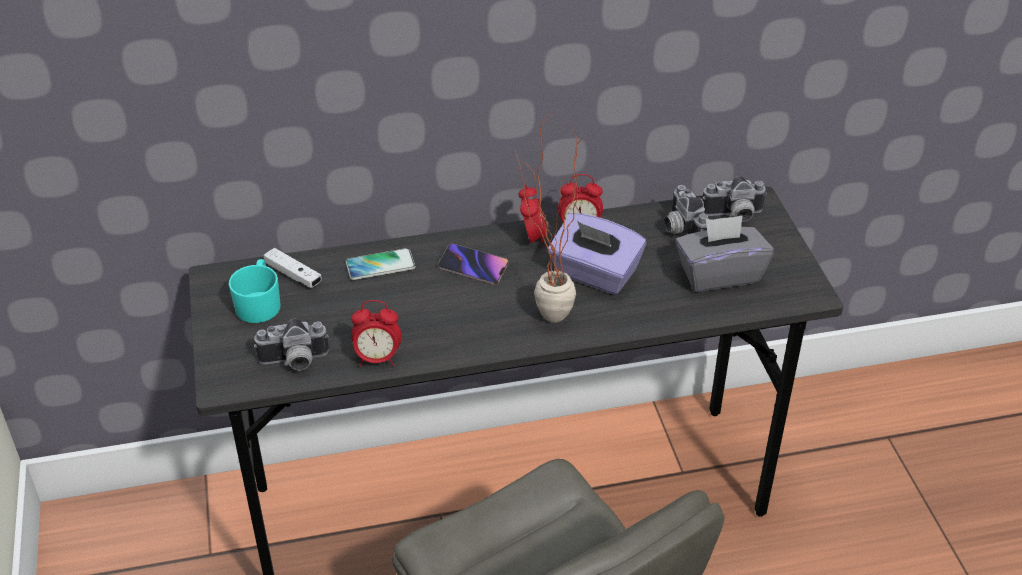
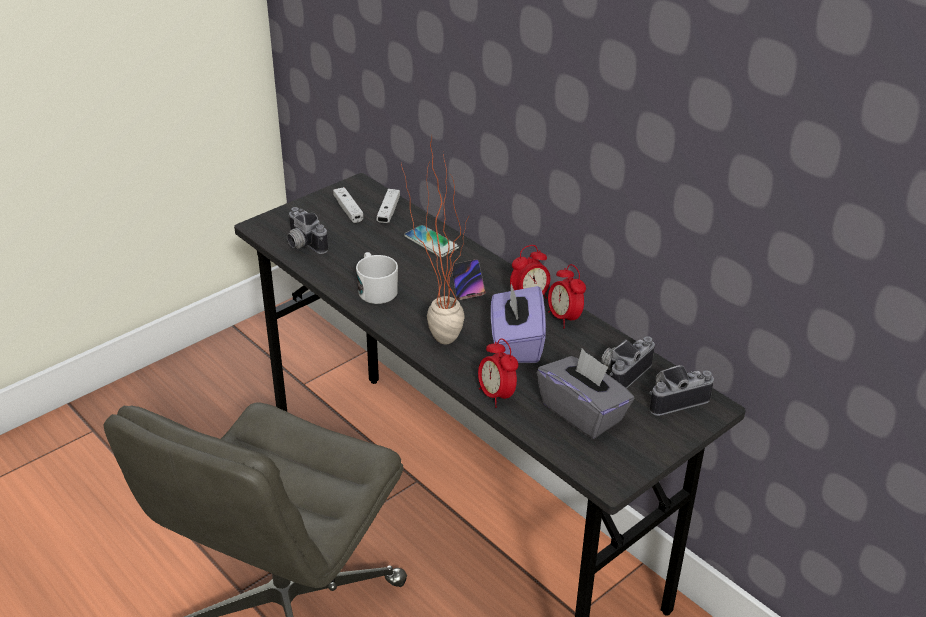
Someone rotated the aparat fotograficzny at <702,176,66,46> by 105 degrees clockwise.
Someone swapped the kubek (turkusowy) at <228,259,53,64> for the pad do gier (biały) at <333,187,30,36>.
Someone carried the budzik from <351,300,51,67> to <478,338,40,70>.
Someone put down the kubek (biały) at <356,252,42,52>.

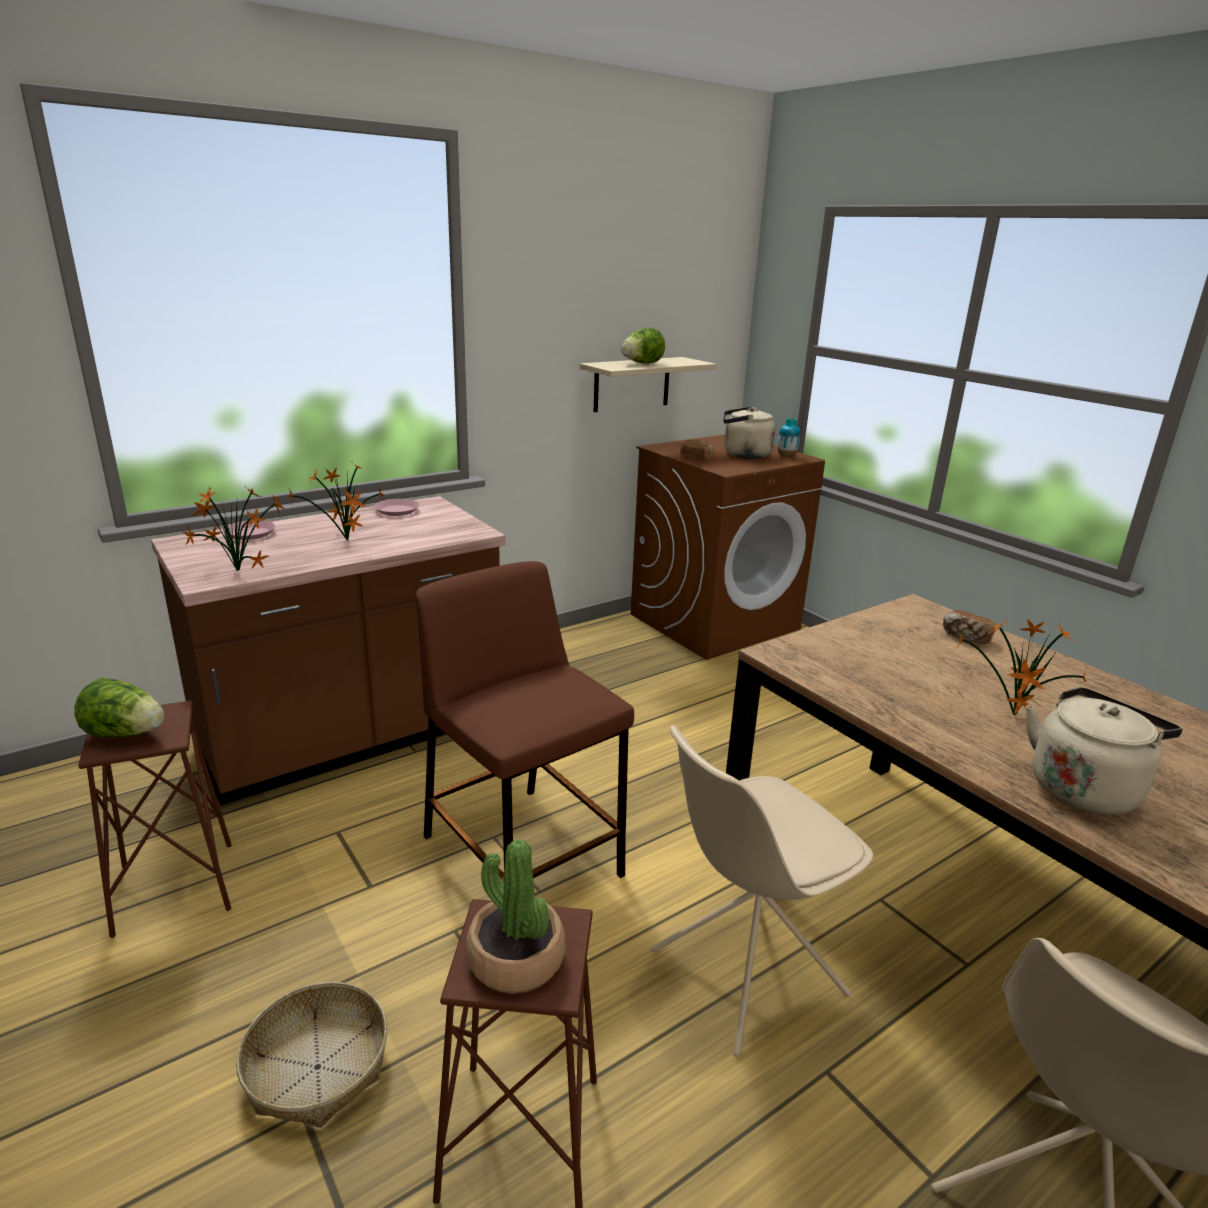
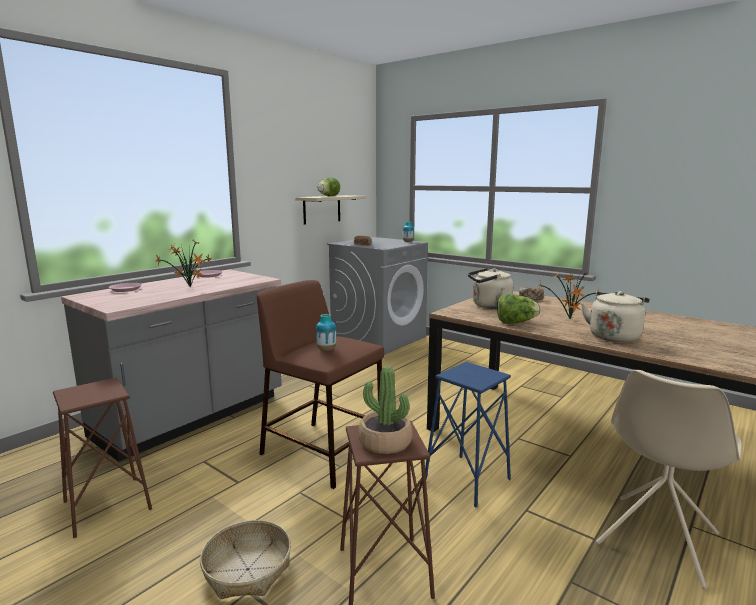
Someone carried the czajnik (beżowy) from <723,407,52,52> to <468,268,45,41>.
Someone repainted the pralka (brązowy) at <631,435,194,225>, which became the pralka (szary) at <327,237,101,118>.
Someone took away the roślina doniczkowa at <183,486,102,86>.
Someone repainted the zabudowa kuchenna (brązowy) at <151,496,355,310>, which became the zabudowa kuchenna (szary) at <61,269,221,193>.
Someone carried the sałata from <74,678,90,60> to <497,294,44,30>.
Someone swapped the krzesło (beżowy) at <651,725,222,332> for the stołek (niebieski) at <425,362,86,145>.
Someone put down the wazon at <316,314,20,37>.

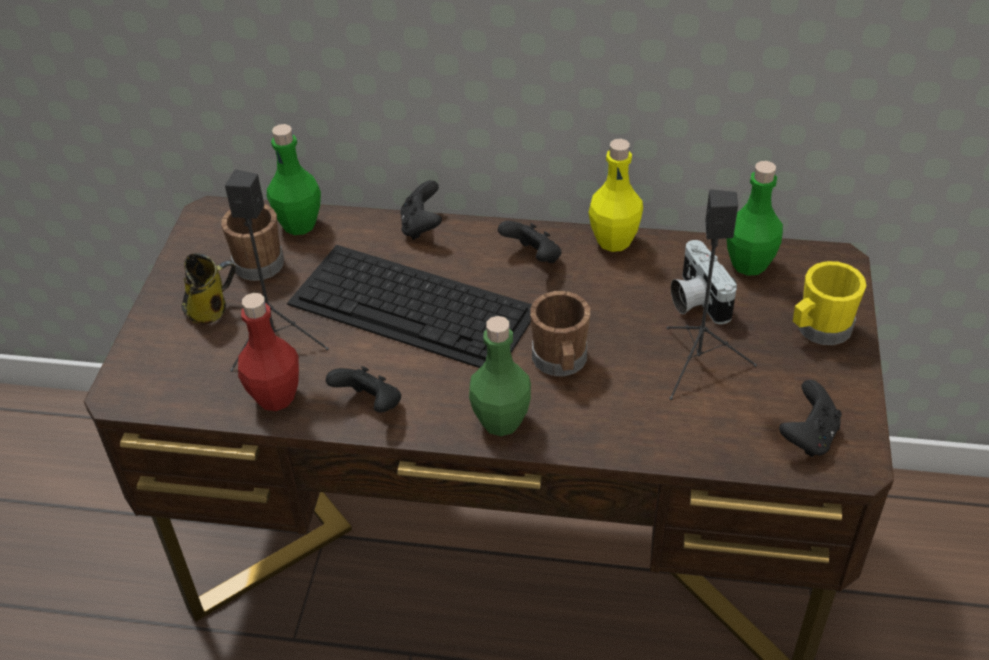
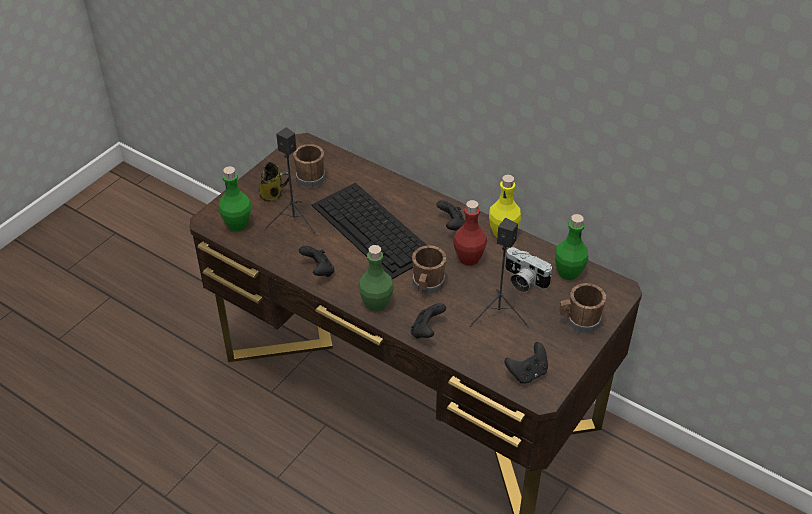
Someone carried the butelka (zielony) from <267,124,54,111> to <218,166,33,65>.
Someone carried the pad do gier (czarny) from <400,180,42,60> to <411,303,35,36>.
Someone rotated the aparat fotograficzny at <671,240,66,84> by 60 degrees counterclockwise.
Someone repainted the kubek (żółty) at <793,261,73,84>, which became the kubek (brązowy) at <560,283,46,51>.
Someone carried the butelka (czerwony) from <238,293,61,118> to <453,200,34,66>.

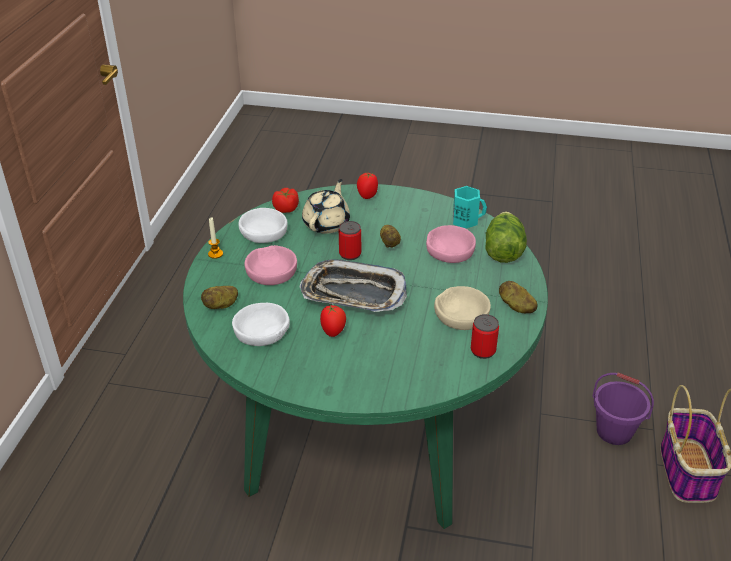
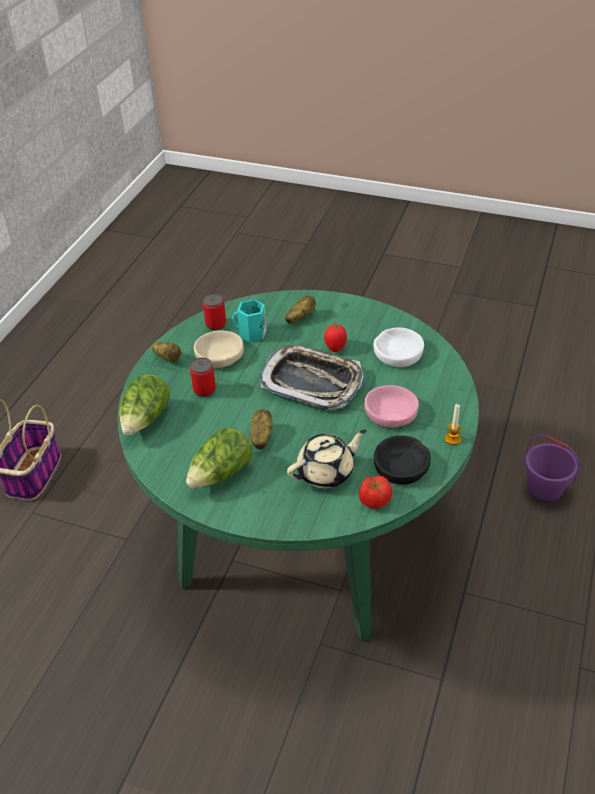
Someone took away the pomidor at <357,173,21,26>.
Someone rotated the imbryk (beżowy) at <302,179,48,55> by 150 degrees counterclockwise.
Someone carried the kubek (turkusowy) from <453,186,34,43> to <232,299,34,43>.
Someone repainted the miska (biały) at <238,208,50,35>, which became the miska (czarny) at <374,435,57,49>.
Someone carried the puszka from <339,221,22,39> to <190,357,26,40>.
Someone took away the miska (różowy) at <426,225,50,38>.
Someone carried the ziemniak from <201,286,37,23> to <285,296,31,28>.
Someone carried the wiadro (fioletowy) from <592,373,62,72> to <525,435,55,68>.
Someone put down the sałata at <186,428,66,60>.

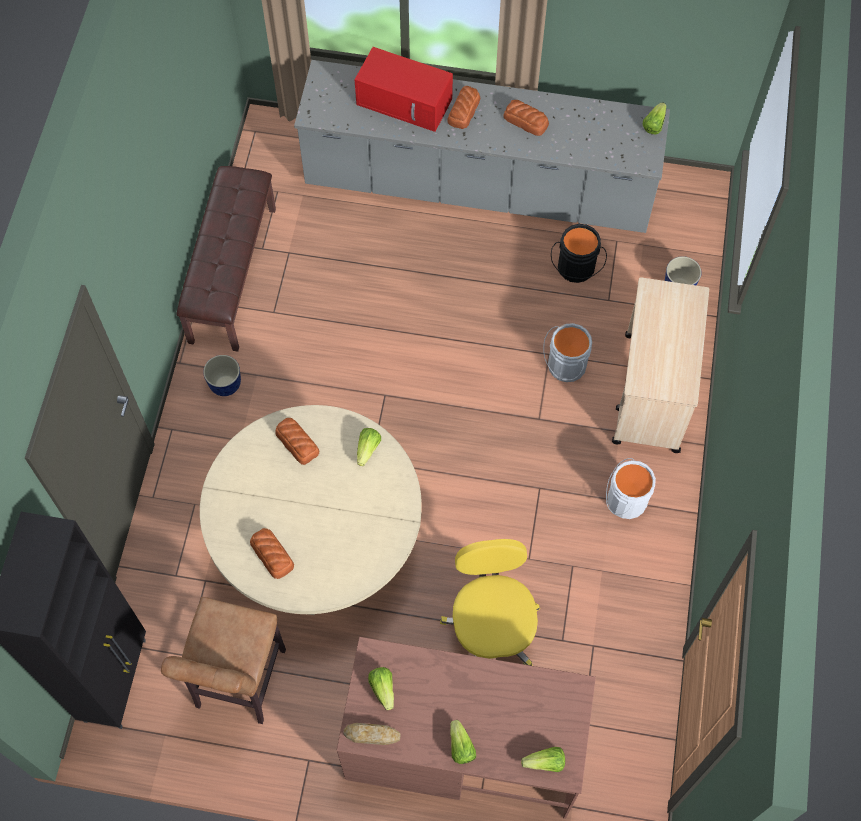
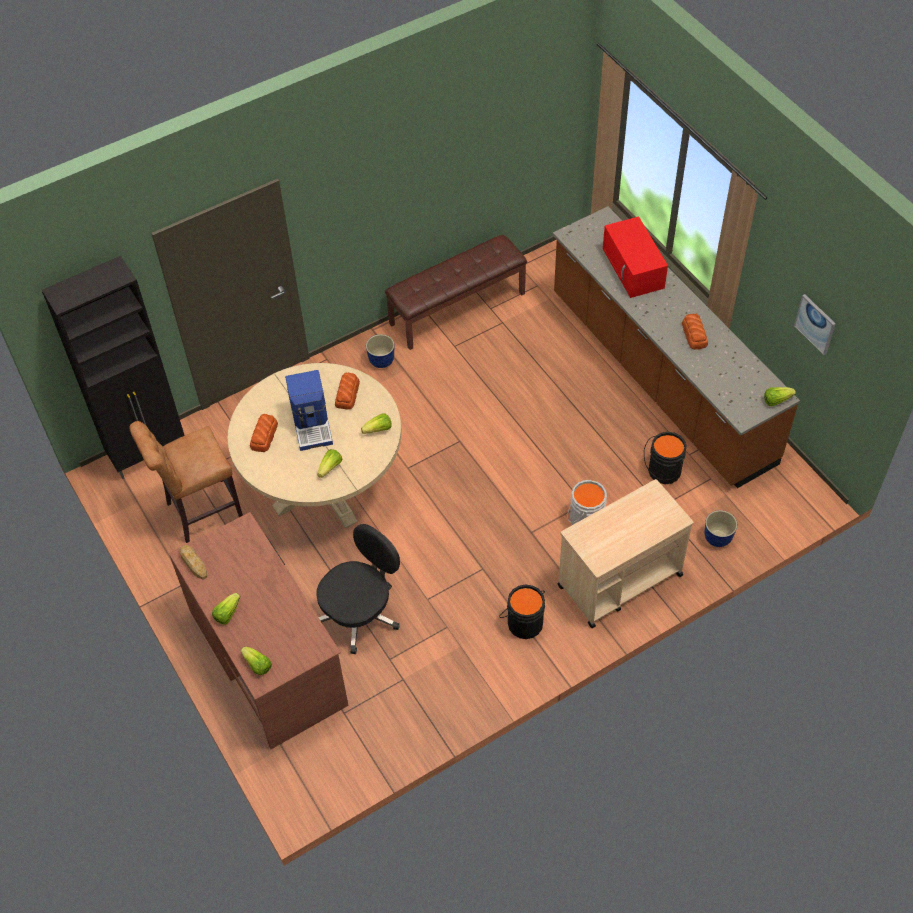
Someone repainted the zabudowa kuchenna (szary) at <294,60,376,173>, which became the zabudowa kuchenna (brązowy) at <553,206,247,282>.
Someone took away the chleb at <447,86,34,43>.
Someone repainted the wiadro (biały) at <606,458,50,61>, which became the wiadro (czarny) at <499,584,46,55>.
Someone repainted the krzesło biurowe (żółty) at <440,539,100,127>, which became the krzesło biurowe (czarny) at <316,524,84,130>.
Someone carried the sałata from <368,667,26,43> to <317,449,25,29>.
Someone put up the obraz at <794,294,42,61>.
Someone put down the ekspres do kawy at <285,370,48,81>.

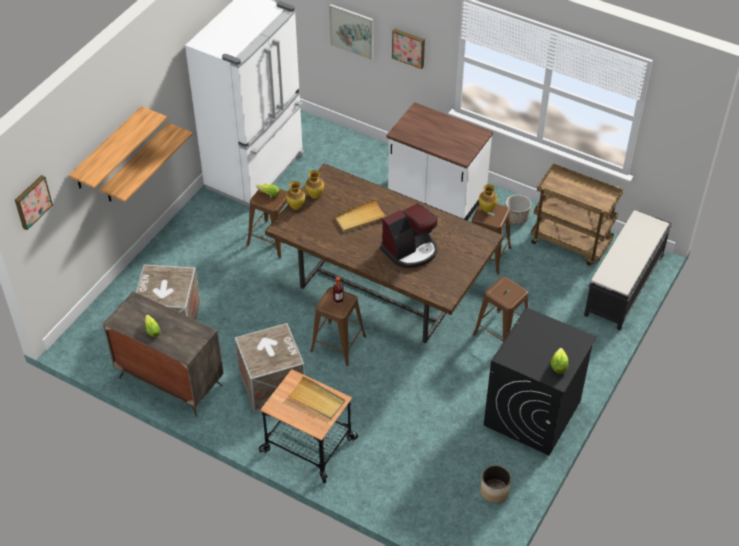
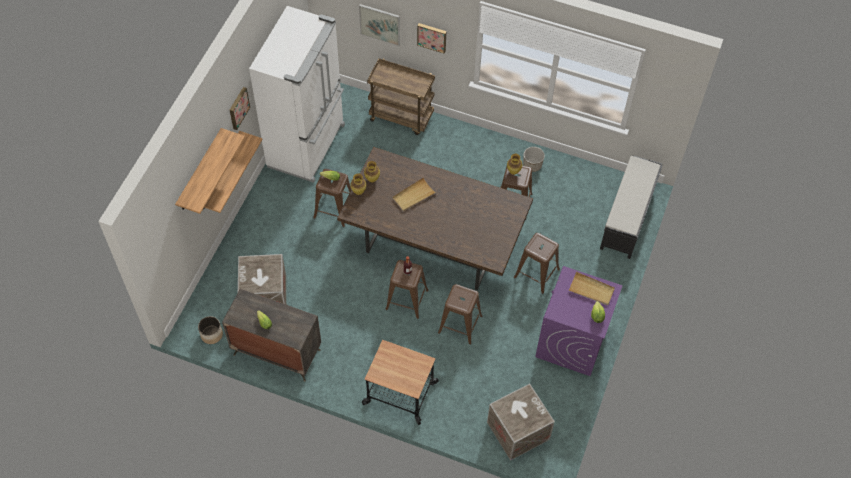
Someone took away the zabudowa kuchenna (biały) at <386,102,107,118>.
Someone carried the wózek (brązowy) from <531,163,92,103> to <367,58,68,77>.
Someone carried the obraz from <15,175,38,55> to <230,87,20,43>.
Someone took away the ekspres do kawy at <380,203,58,65>.
Someone repainted the pralka (czarny) at <484,307,113,149>, which became the pralka (fioletowy) at <535,266,88,110>.
Someone carried the skrzynka from <235,323,70,89> to <487,384,68,77>.
Someone carried the taca (beżowy) from <286,376,59,43> to <568,272,47,33>.
Someone carried the donica from <480,465,31,38> to <198,316,25,28>.
Someone put down the stołek (brązowy) at <438,284,44,61>.

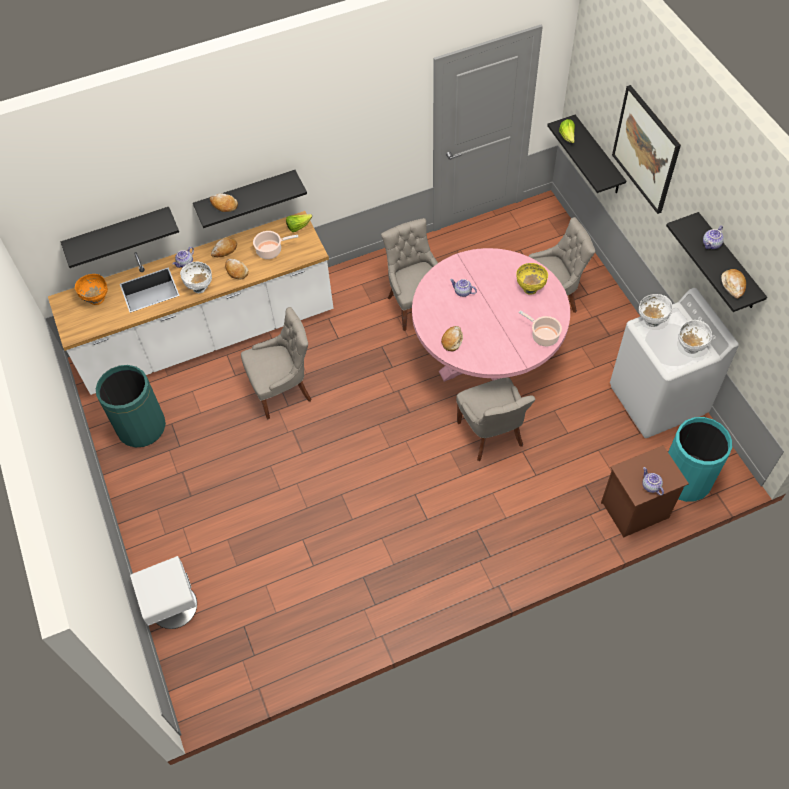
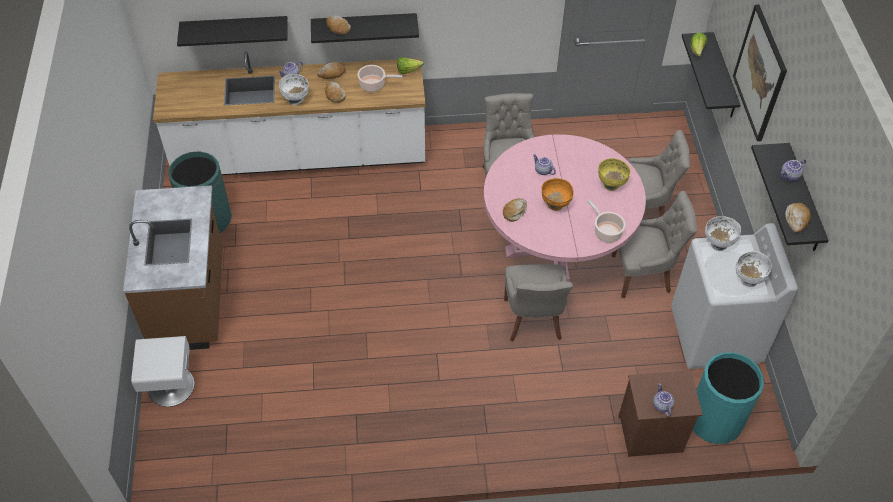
Someone carried the miska (pomarańczowy) from <75,274,33,31> to <542,178,31,33>.
Someone carried the krzesło (szary) from <241,307,71,113> to <612,191,85,107>.
Someone put down the zabudowa kuchenna (brązowy) at <123,186,100,164>.

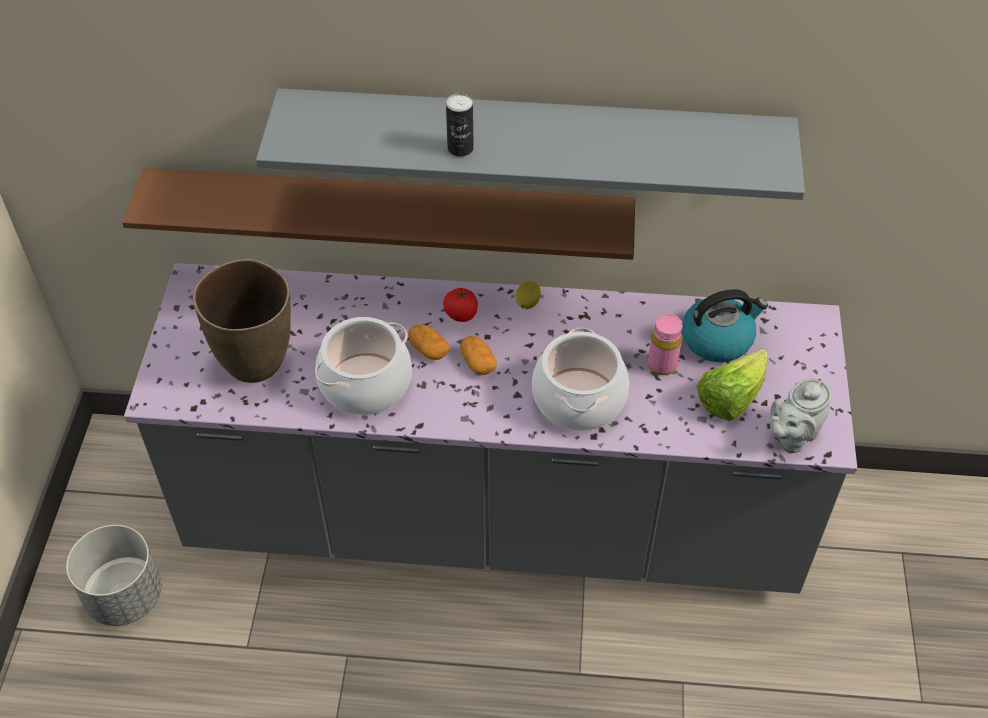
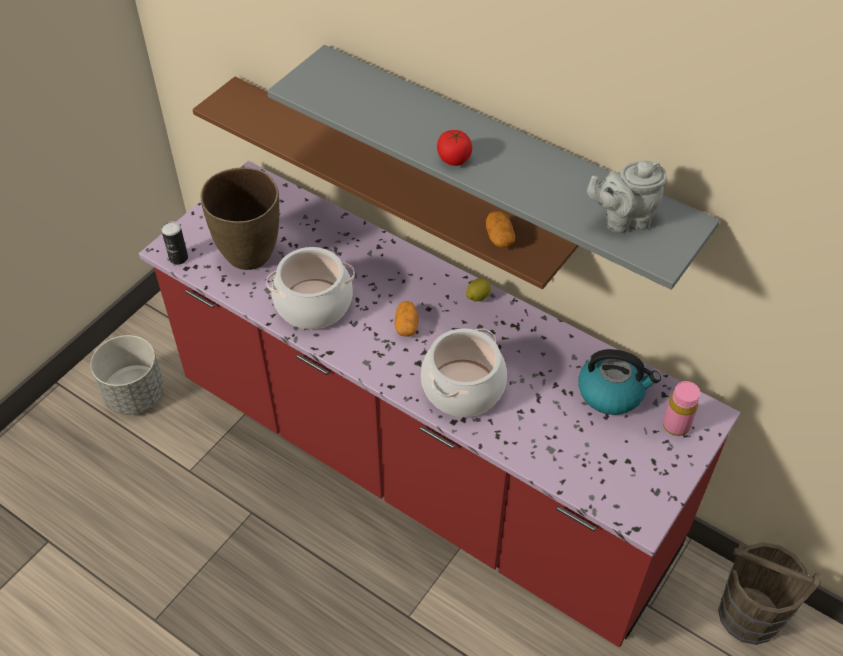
Someone carried the puszka from <446,93,28,64> to <161,221,27,44>.
Someone repainted the zabudowa kuchenna (szary) at <124,263,733,330>, which became the zabudowa kuchenna (czerwony) at <139,161,602,487>.
Someone carried the pomidor from <443,288,35,34> to <437,130,35,36>.
Someone carried the butelka (różowy) from <648,314,35,61> to <663,381,37,55>.
Someone carried the ziemniak from <408,324,42,36> to <486,211,29,36>.
Someone took away the sałata at <696,348,72,73>.
Someone carried the imbryk (szary) from <770,379,62,74> to <587,161,80,72>.
Someone put down the wiadro (brązowy) at <718,542,103,103>.

